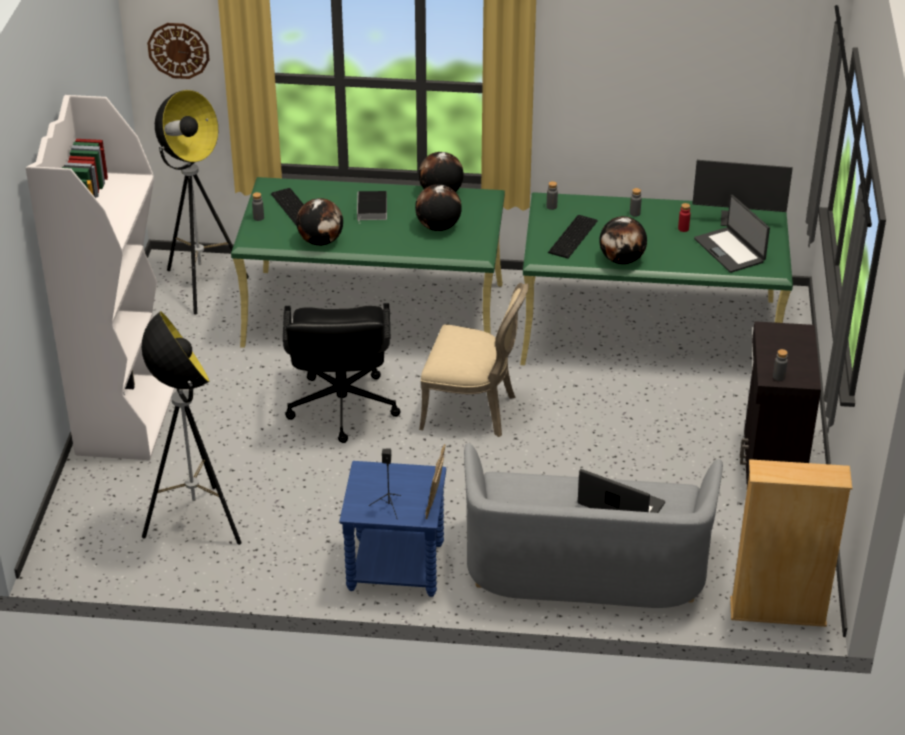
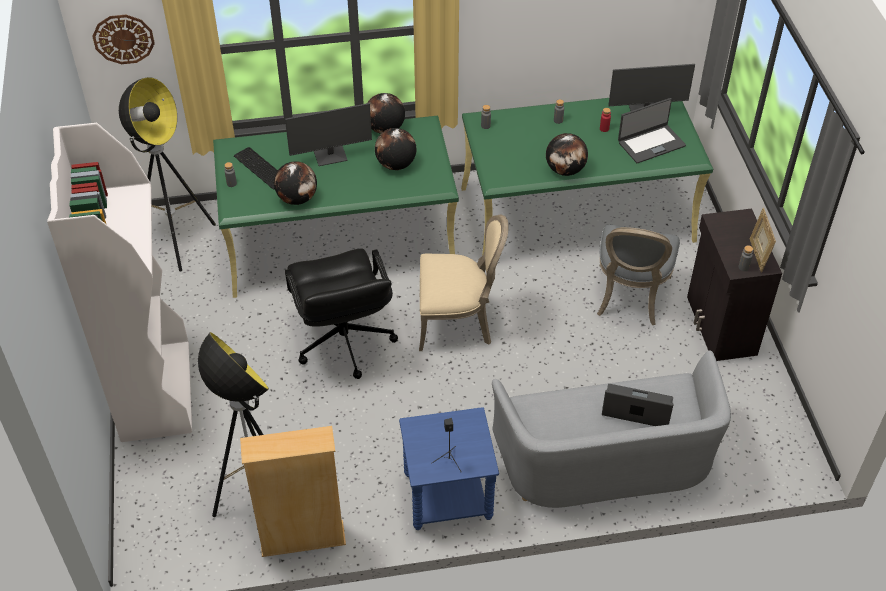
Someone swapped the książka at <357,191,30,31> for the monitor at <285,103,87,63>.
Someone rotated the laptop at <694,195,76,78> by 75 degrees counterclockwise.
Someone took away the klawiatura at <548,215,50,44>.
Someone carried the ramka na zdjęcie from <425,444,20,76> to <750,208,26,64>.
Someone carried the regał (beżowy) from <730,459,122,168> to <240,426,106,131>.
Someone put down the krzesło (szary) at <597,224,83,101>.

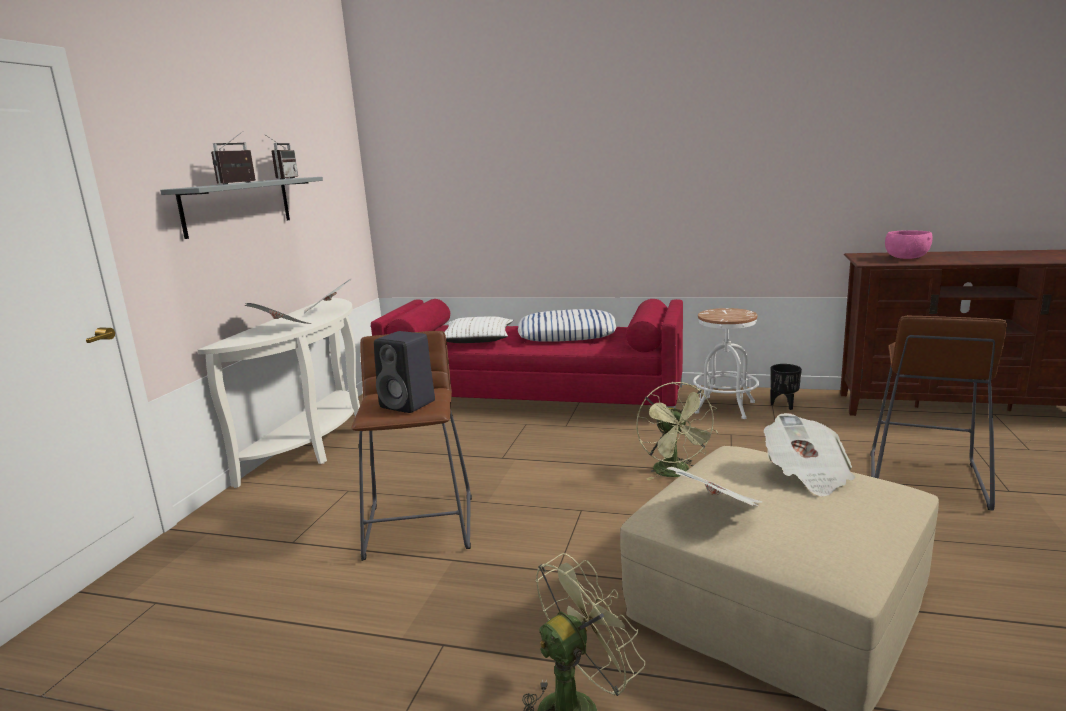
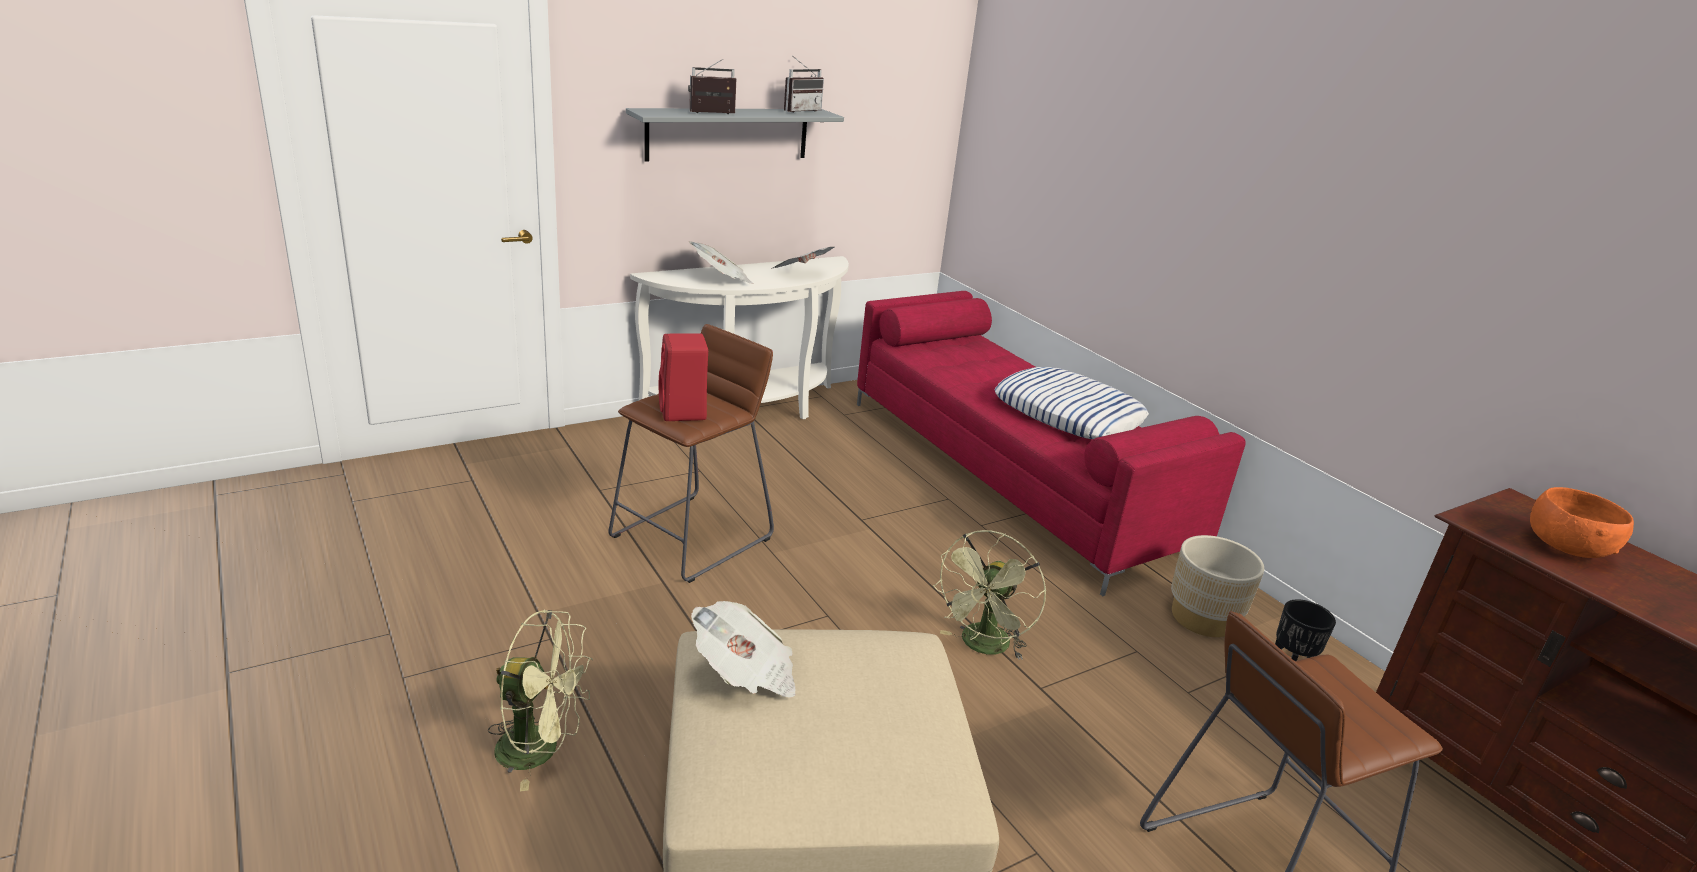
Someone repainted the miska (różowy) at <885,230,48,29>, which became the miska (pomarańczowy) at <1530,487,104,71>.
Someone swapped the stołek (biały) at <693,308,66,111> for the donica (beżowy) at <1171,535,93,102>.
Someone took away the poduszka (biały) at <445,316,68,27>.
Someone repainted the głośnik (czarny) at <374,331,61,82>, which became the głośnik (czerwony) at <659,333,49,88>.
Someone took away the gazeta at <764,413,91,84>.

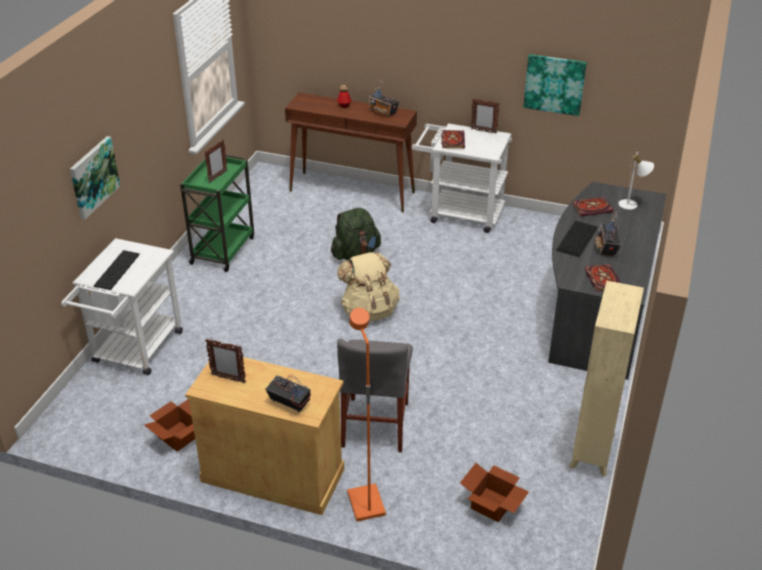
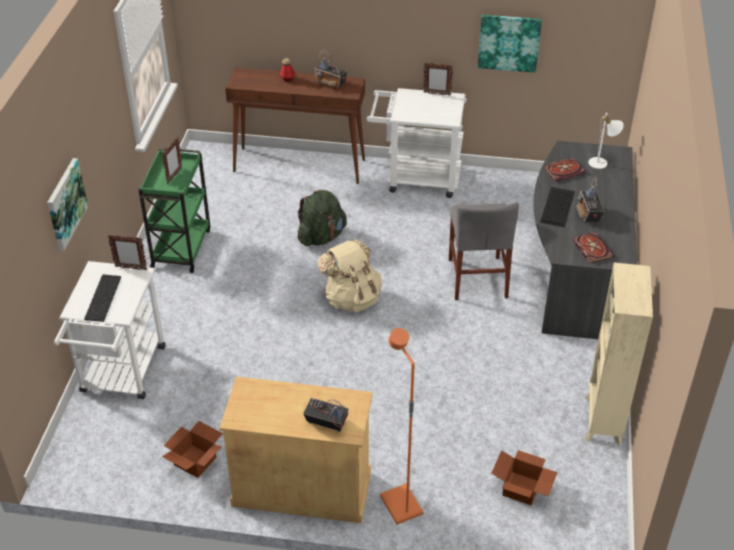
Someone took away the książka at <441,130,24,18>.
Someone carried the ramka na zdjęcie from <205,339,41,44> to <107,235,40,36>.
Someone carried the krzesło (szary) from <337,339,76,114> to <449,202,70,98>.

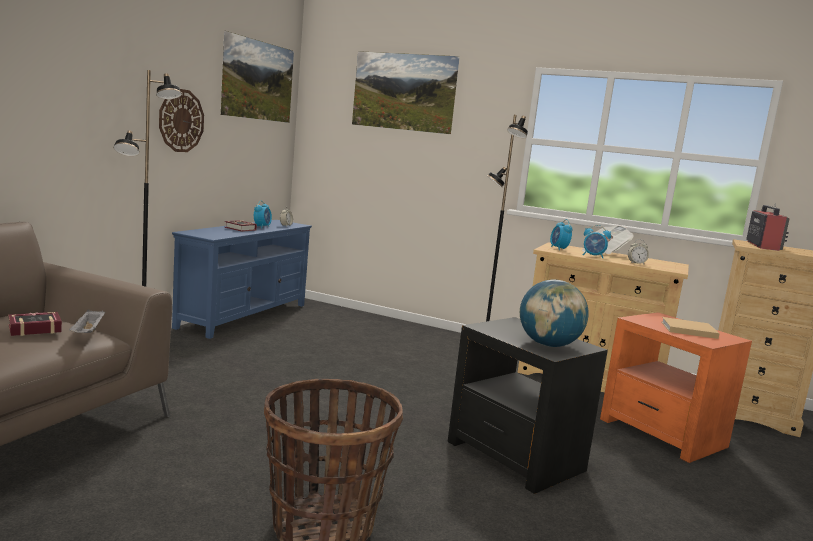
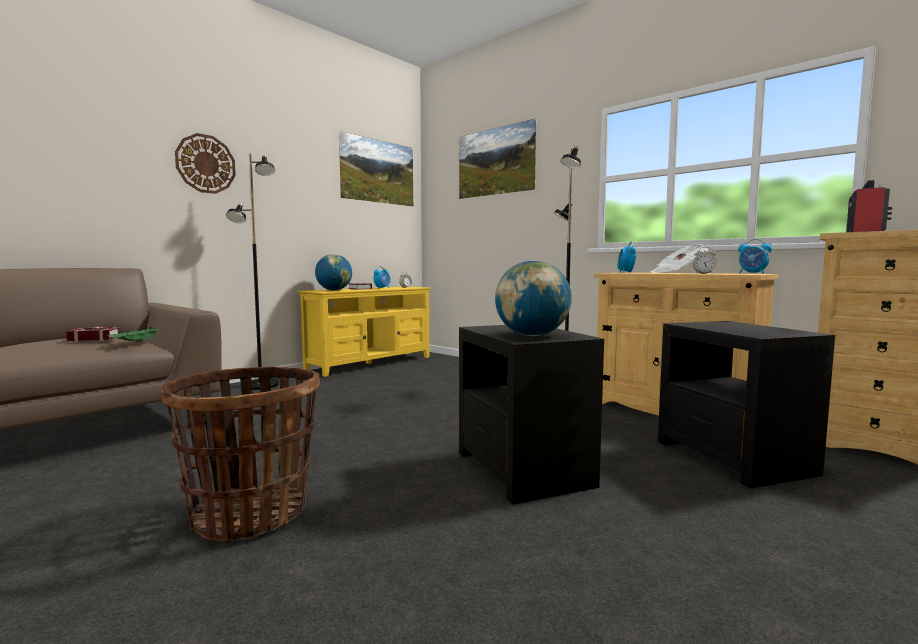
Someone carried the zegar ścienny from <159,89,45,63> to <175,133,61,61>.
Someone repainted the szafka pod telewizor (niebieski) at <172,220,140,119>, which became the szafka pod telewizor (żółty) at <298,287,133,90>.
Someone carried the budzik from <583,225,28,33> to <738,239,34,35>.
Someone repainted the taca (szary) at <69,309,36,24>, which became the taca (zielony) at <107,327,55,15>.
Someone repainted the stolik (pomarańczowy) at <600,312,152,151>, which became the stolik (czarny) at <658,321,177,168>.
Someone took away the książka (beżowy) at <662,317,58,22>.
Someone put down the globus at <315,254,37,36>.

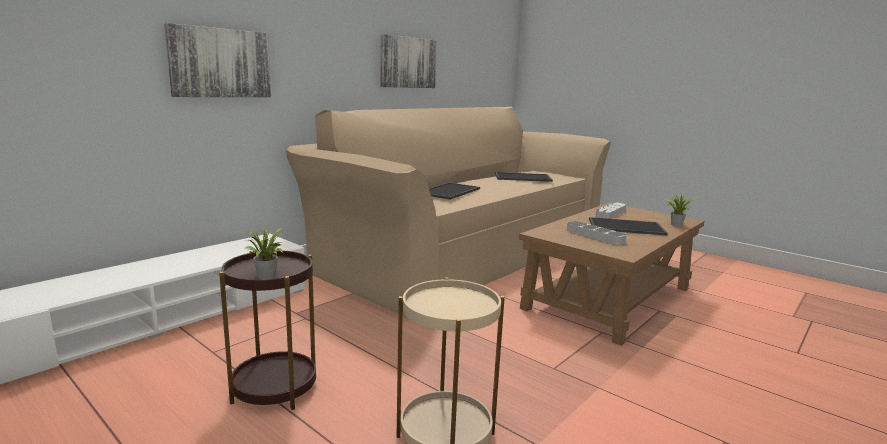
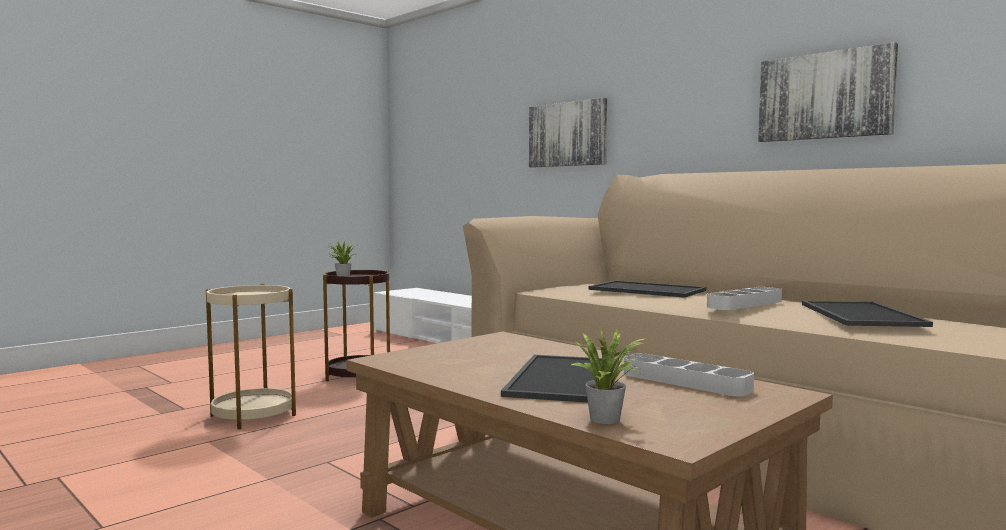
Someone carried the taca (szary) from <567,221,60,24> to <707,287,75,23>.

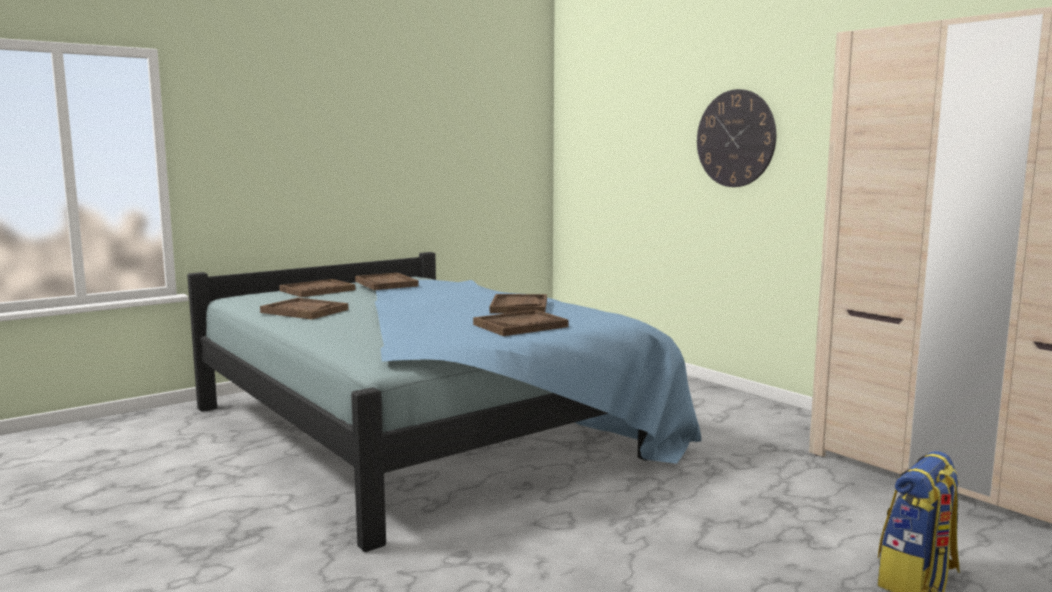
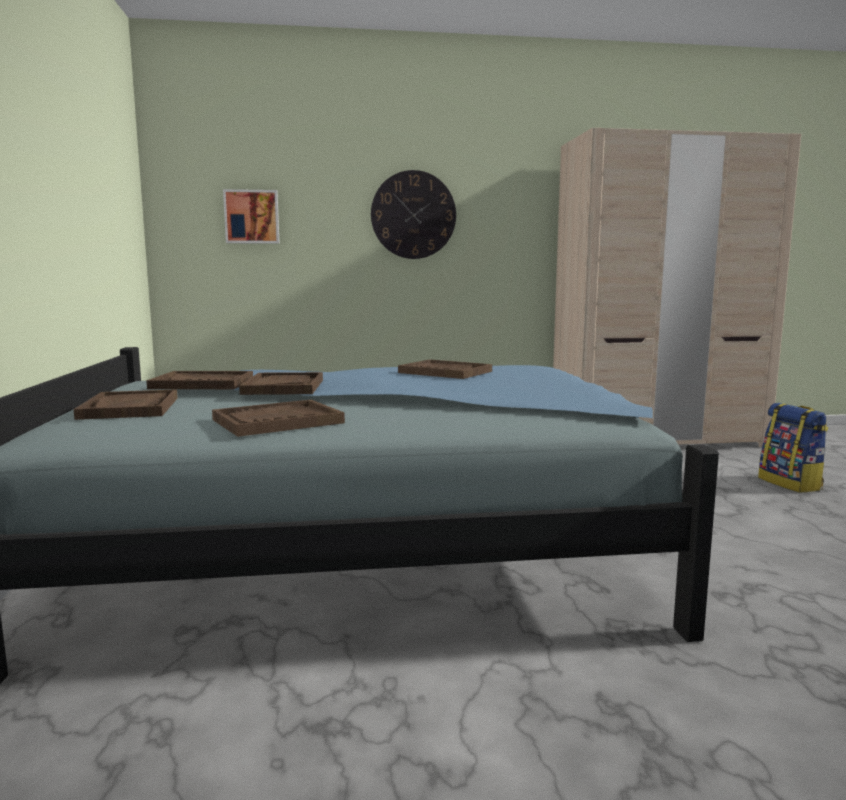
Someone carried the taca (brązowy) from <473,310,96,26> to <239,372,84,23>.
Someone put up the obraz at <223,189,57,55>.

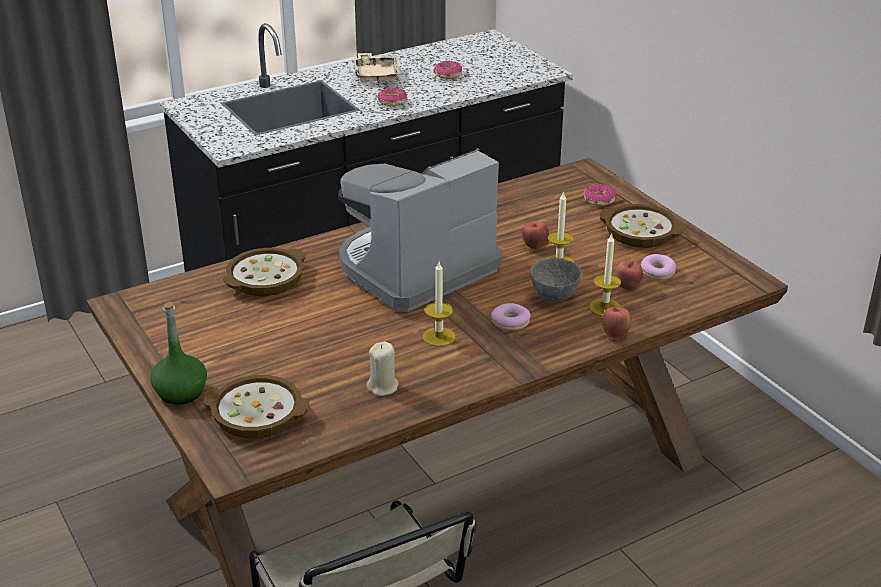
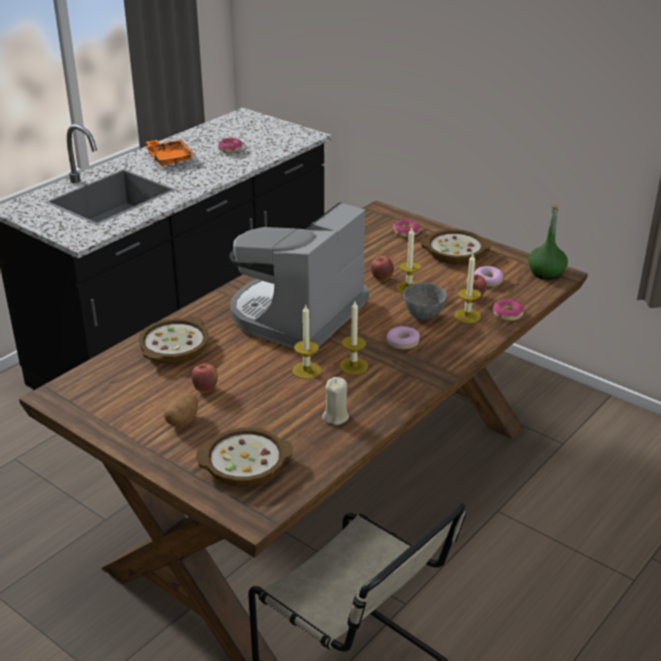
Someone repainted the taca (beżowy) at <354,53,46,30>, which became the taca (pomarańczowy) at <146,139,48,27>.
Someone carried the donut from <378,88,29,18> to <492,299,33,22>.
Someone carried the butelka (zielony) from <150,302,57,103> to <528,204,40,76>.
Someone carried the jabłko from <602,306,29,33> to <191,363,27,30>.
Someone put down the świeca at <292,305,29,74>.
Someone put down the ziemniak at <164,393,34,33>.

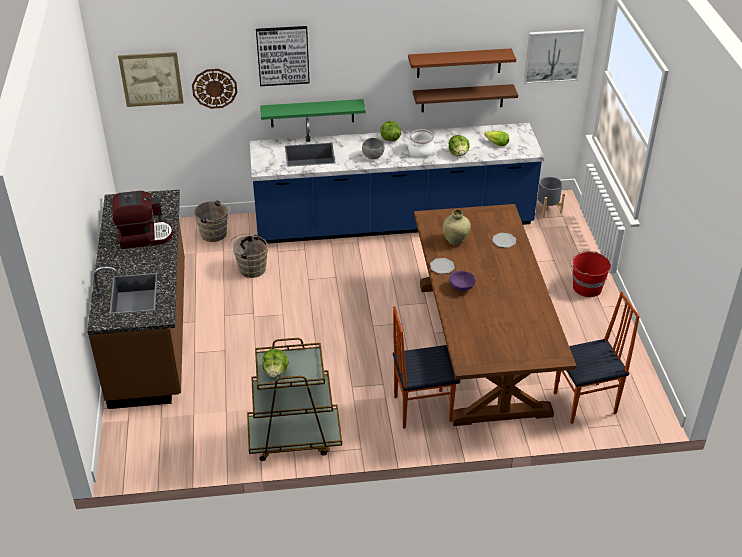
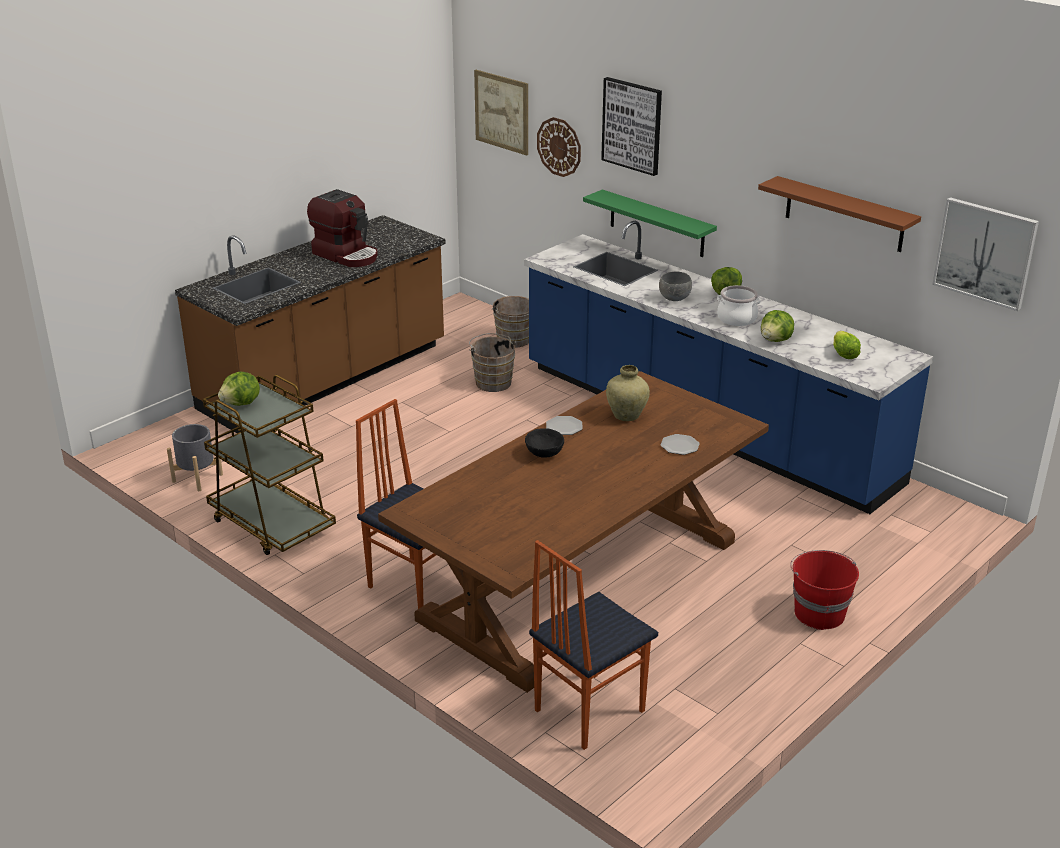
Someone took away the półka (brązowy) at <413,84,105,28>.
Someone carried the donica (szary) from <537,177,28,41> to <167,424,56,67>.
Someone repainted the miska (fioletowy) at <449,271,26,20>, which became the miska (czarny) at <525,428,39,29>.
Someone rotated the krzesło at <553,292,87,132> by 105 degrees clockwise.

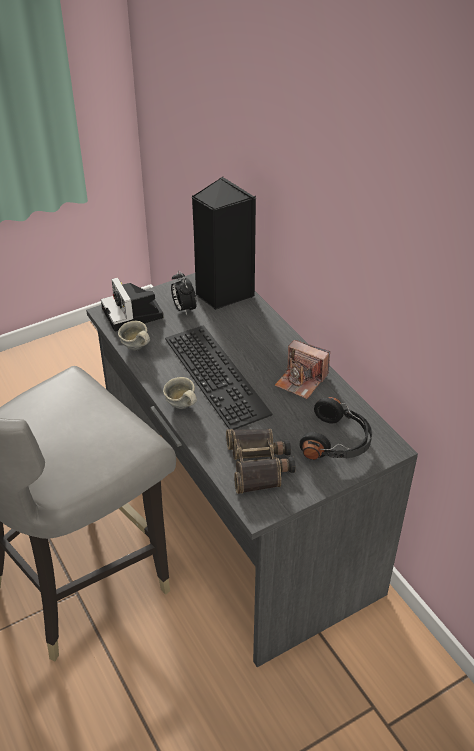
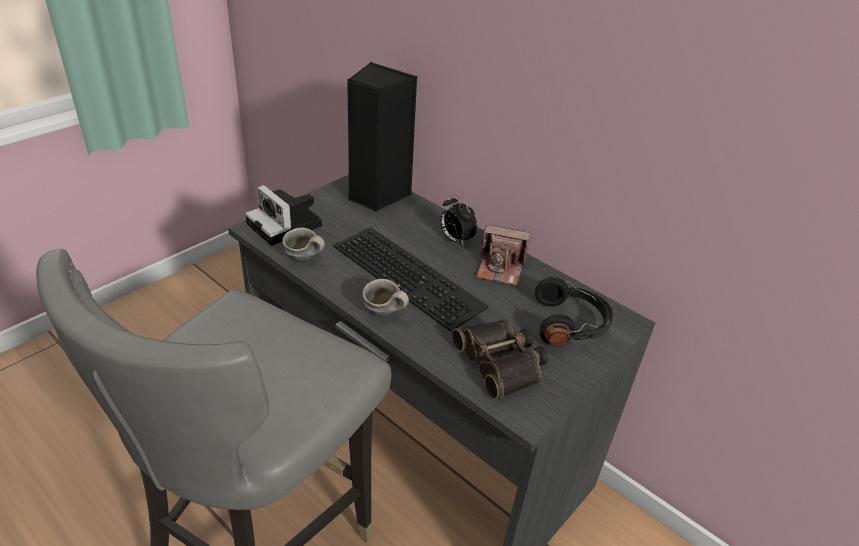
Someone carried the budzik from <171,271,26,44> to <440,195,37,52>.

